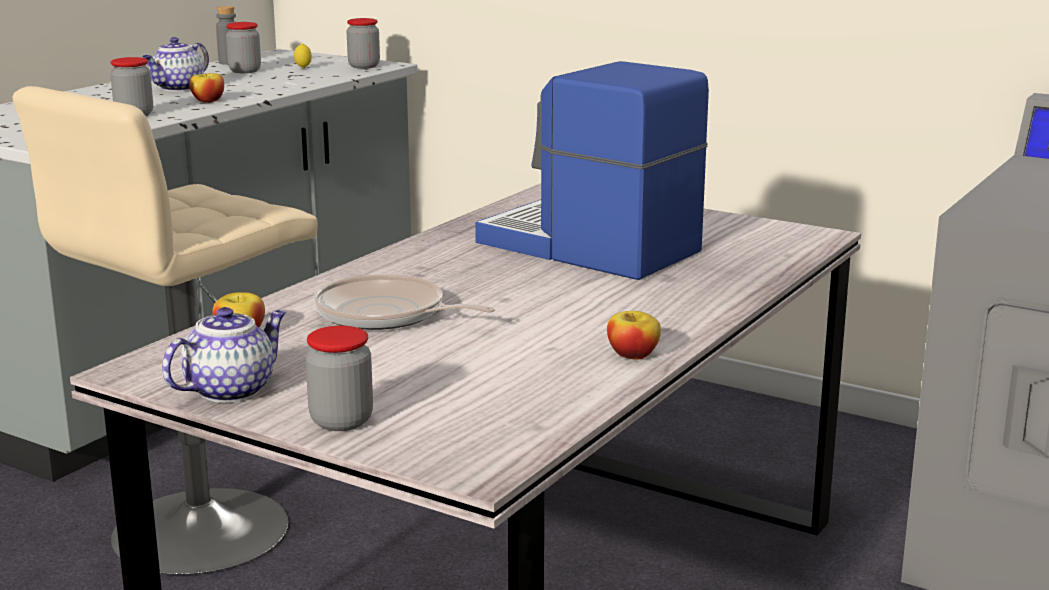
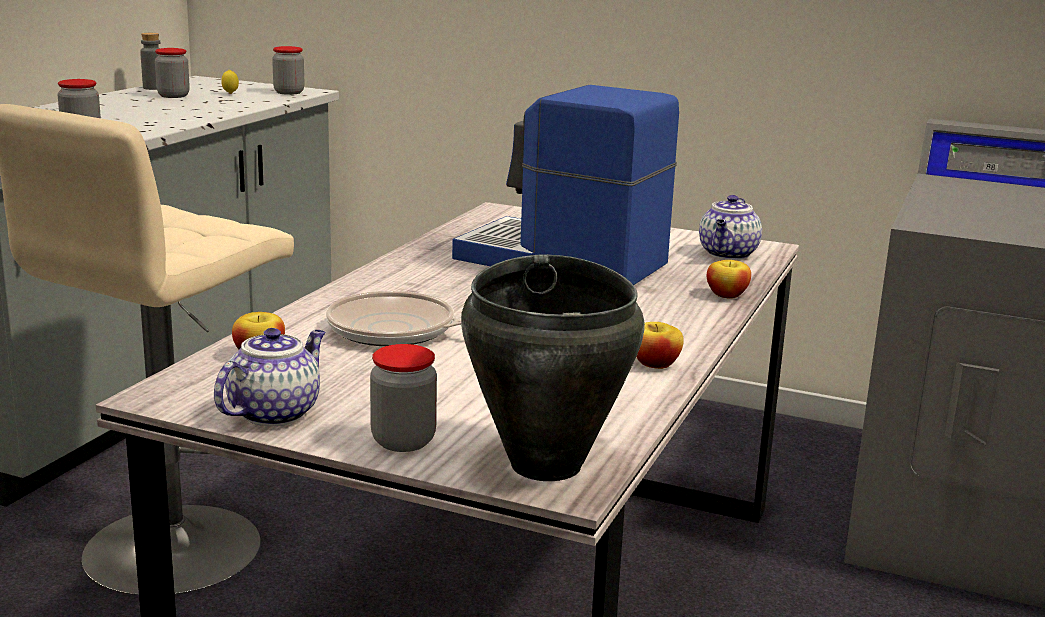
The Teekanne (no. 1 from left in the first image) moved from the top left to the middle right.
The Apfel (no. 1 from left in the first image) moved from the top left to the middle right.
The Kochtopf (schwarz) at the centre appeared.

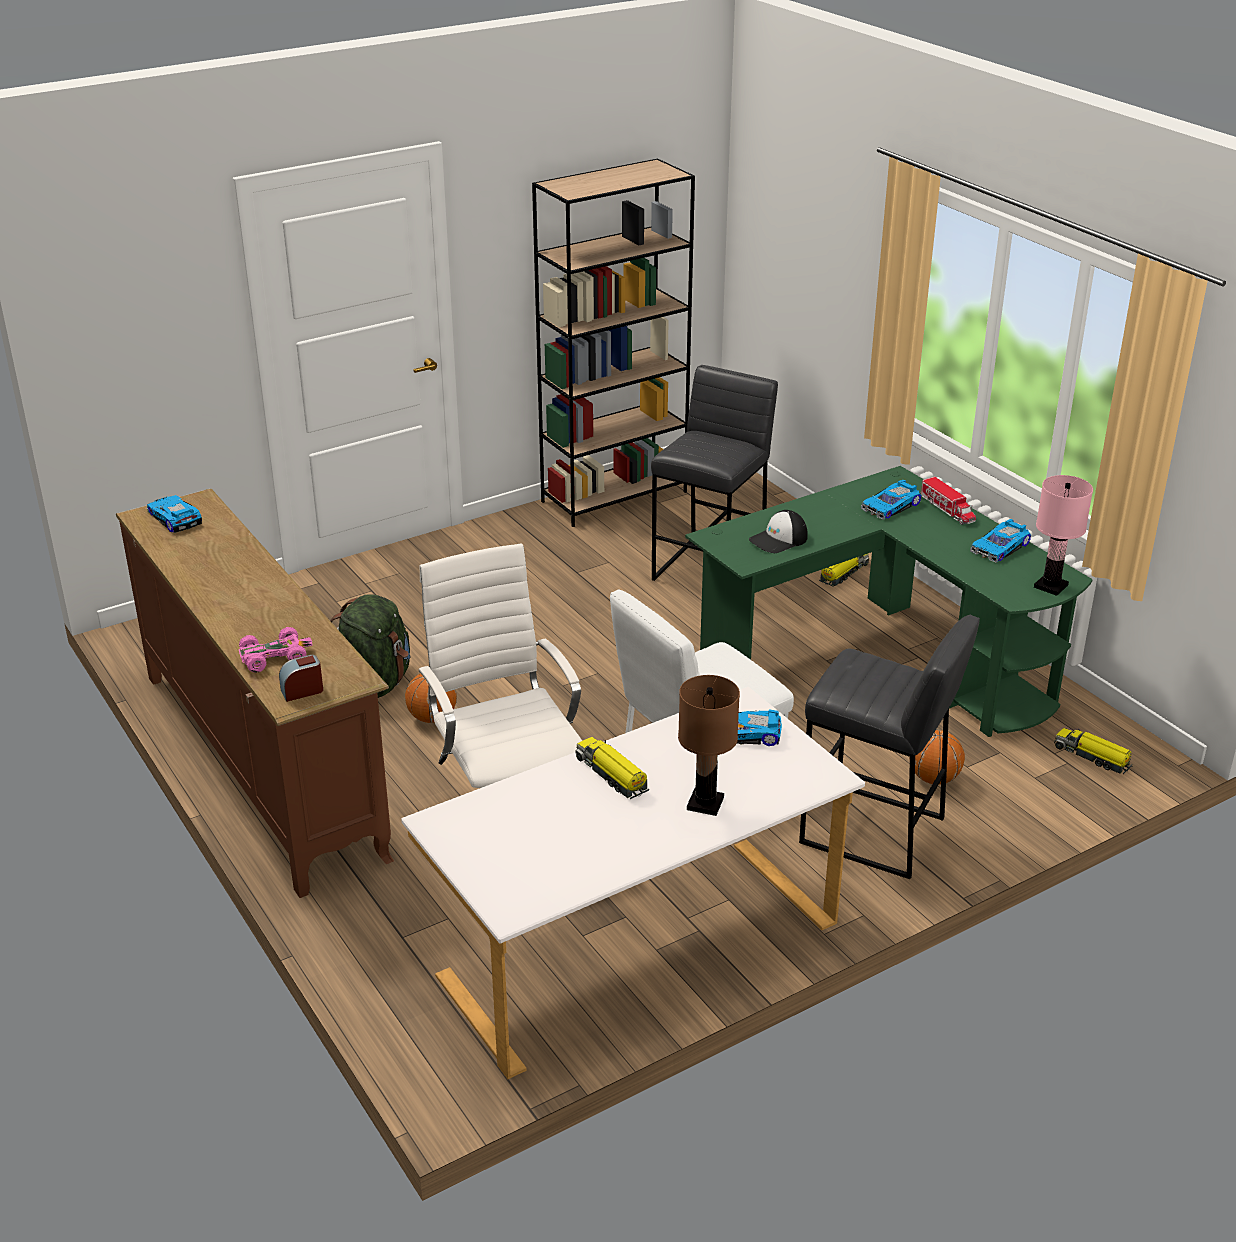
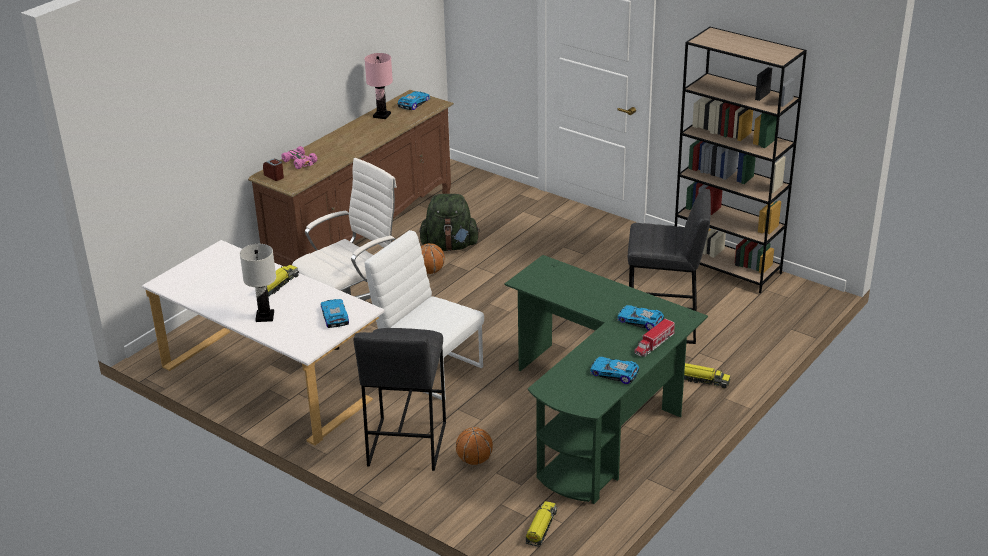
The Tischlampe (rosa) moved from the middle right to the top centre.
The Kappe at the centre disappeared.
The Tischlampe (braun) at the centre became the Tischlampe (weiß) at the middle left.

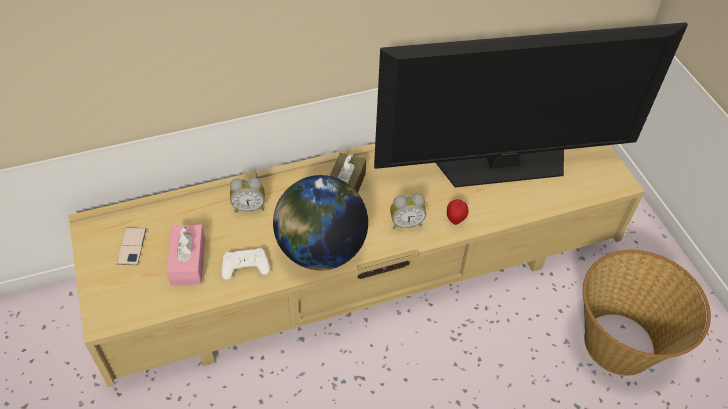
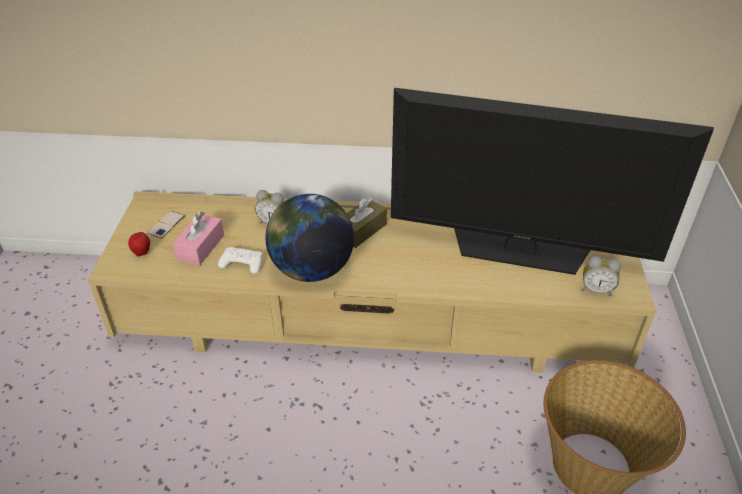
The Wecker (no. 2 from left) moved from the centre to the middle right.
The Apfel moved from the centre to the middle left.

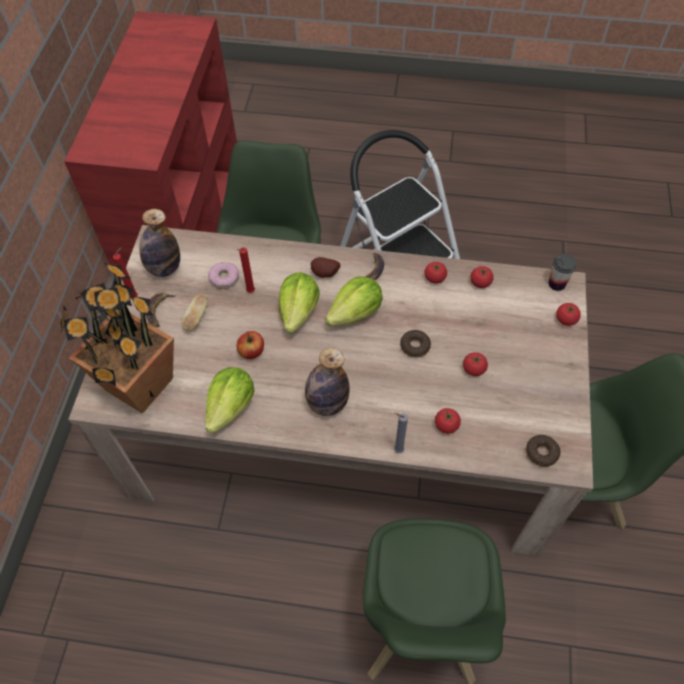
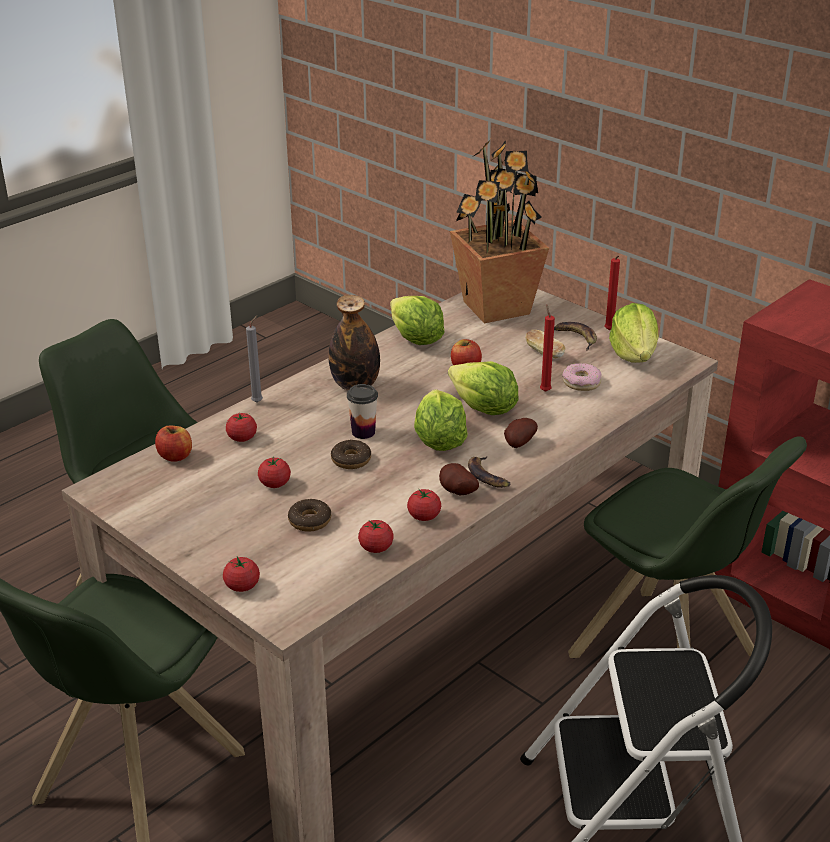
The Flasche (no. 1 from left) at the middle left was replaced by the Salatkopf (no. 4 from left) at the middle right.
The Tasse moved from the middle right to the centre.
The Donut (no. 3 from left in the first image) moved from the middle right to the centre.
The Apfel (no. 1 from left) at the middle left appeared.
The Kartoffel (no. 1 from left) at the centre appeared.

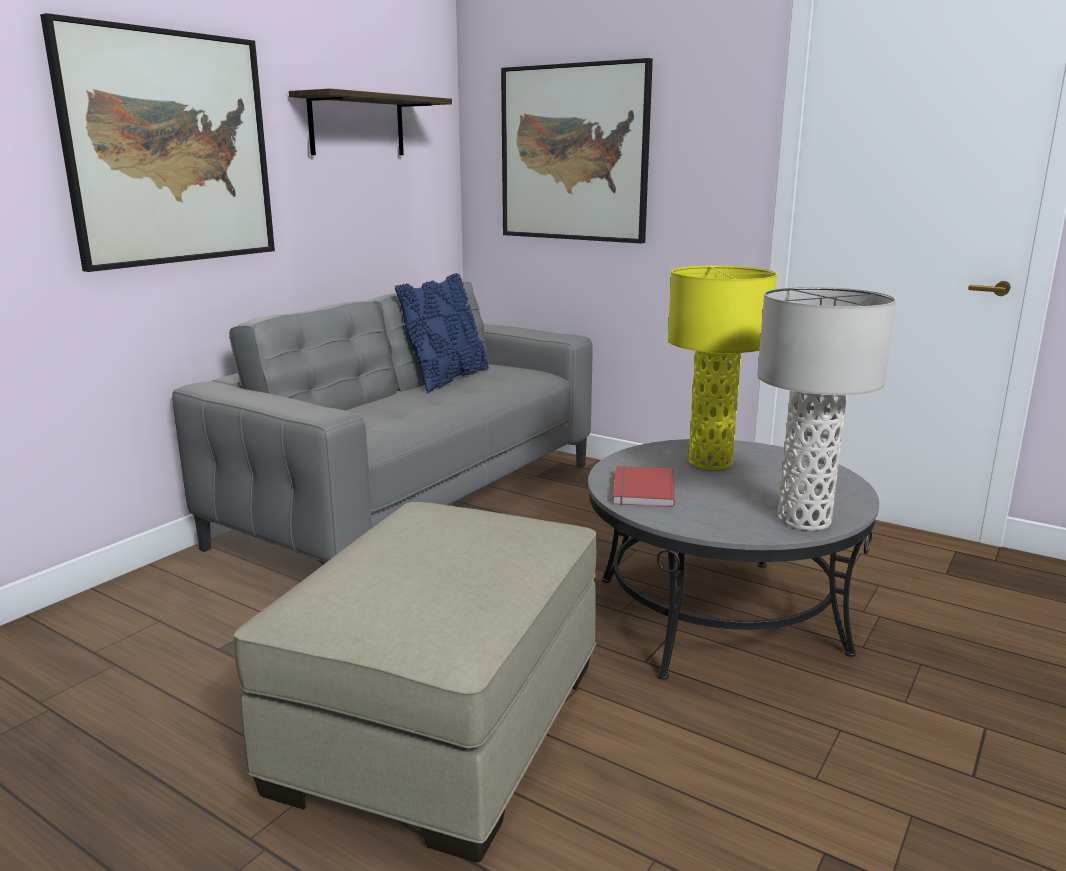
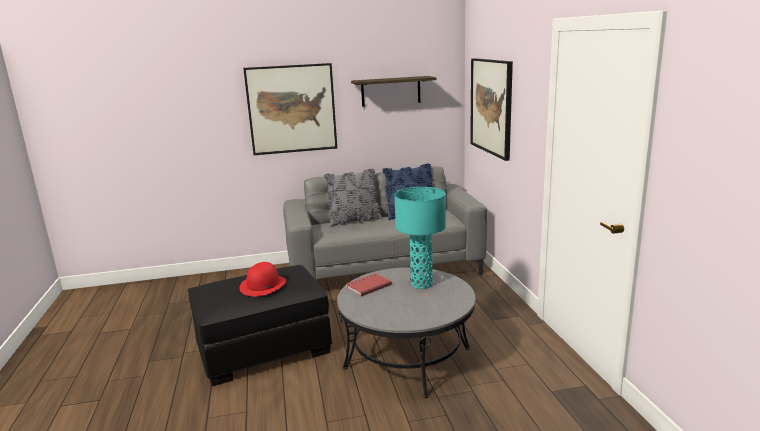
The Tischlampe (gelb) at the middle right became the Tischlampe (türkis) at the centre.
The Tischlampe (weiß) at the middle right disappeared.
The Polsterhocker (beige) at the bottom centre became the Polsterhocker (schwarz) at the bottom centre.
The Kissen (grau) at the centre appeared.
The Hut (rot) at the centre appeared.

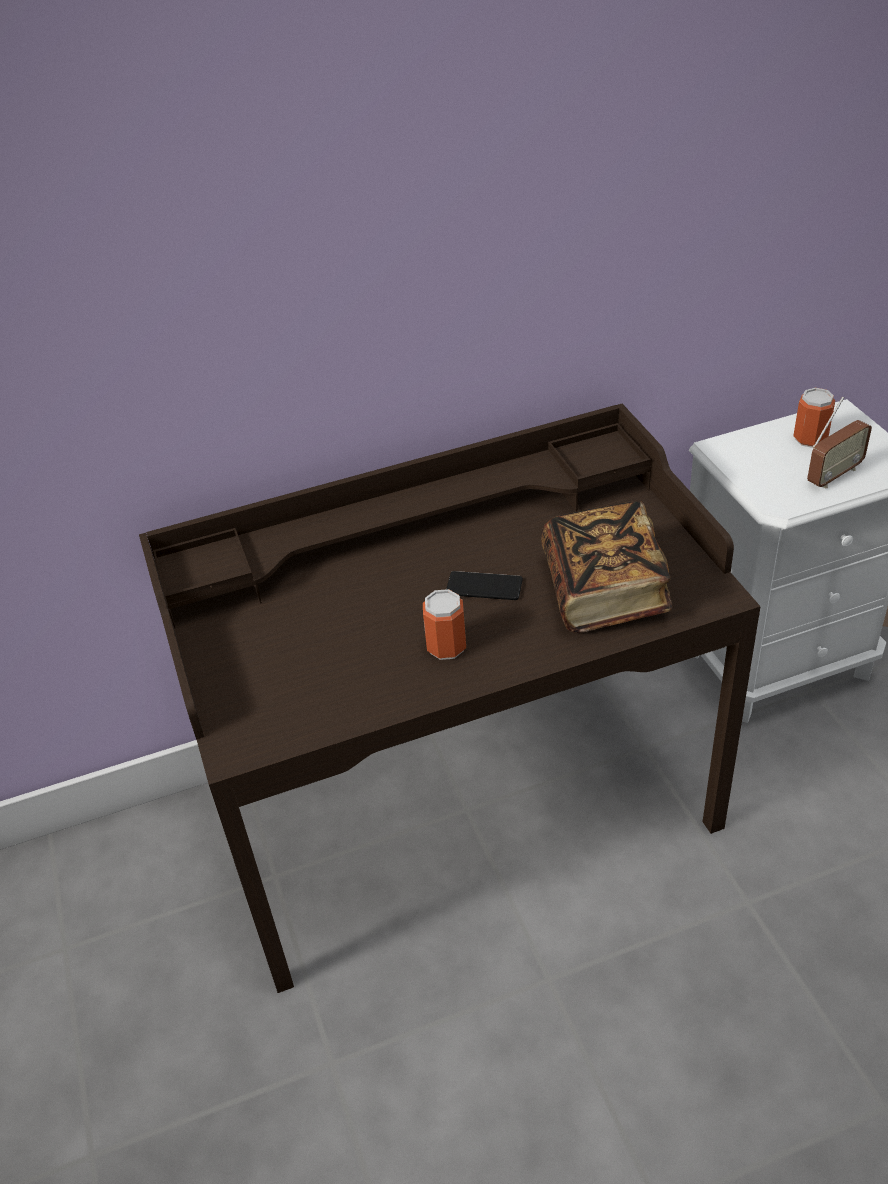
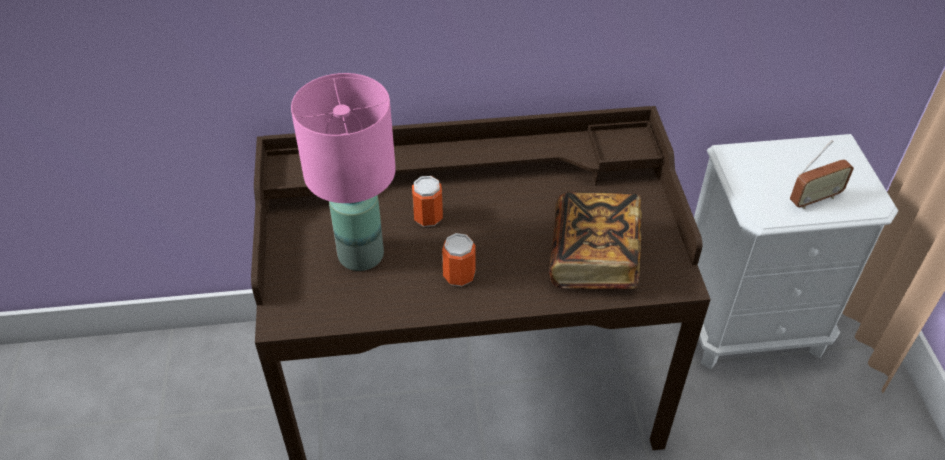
The Dose (no. 2 from left in the first image) moved from the middle right to the centre.
The Handy at the centre disappeared.
The Tischlampe (rosa) at the centre appeared.

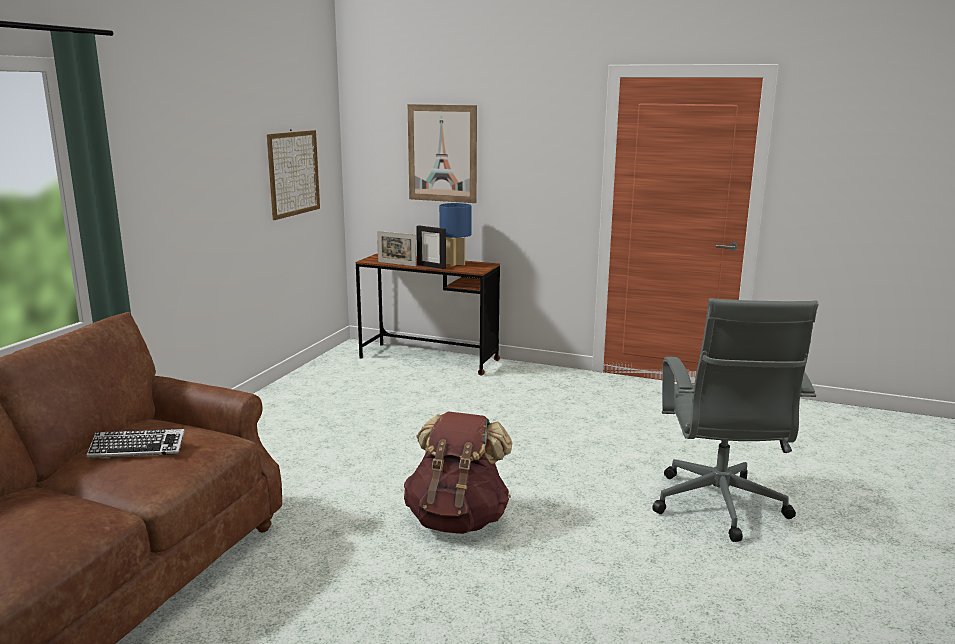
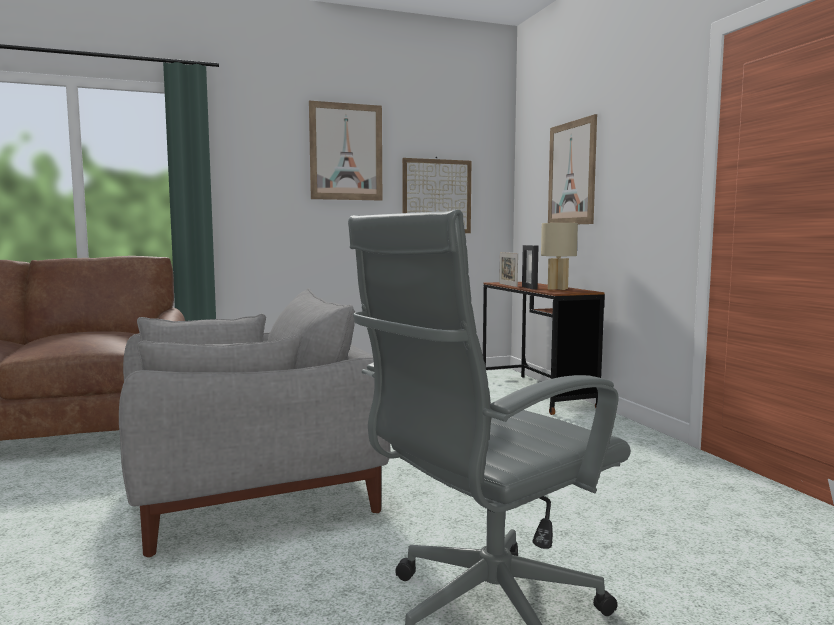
The Tischlampe (blau) at the centre became the Tischlampe (beige) at the middle right.
The Rucksack (braun) at the bottom centre was replaced by the Sessel (grau) at the bottom left.
The Tastatur at the bottom left disappeared.
The Bild (no. 1 from left) at the top centre appeared.

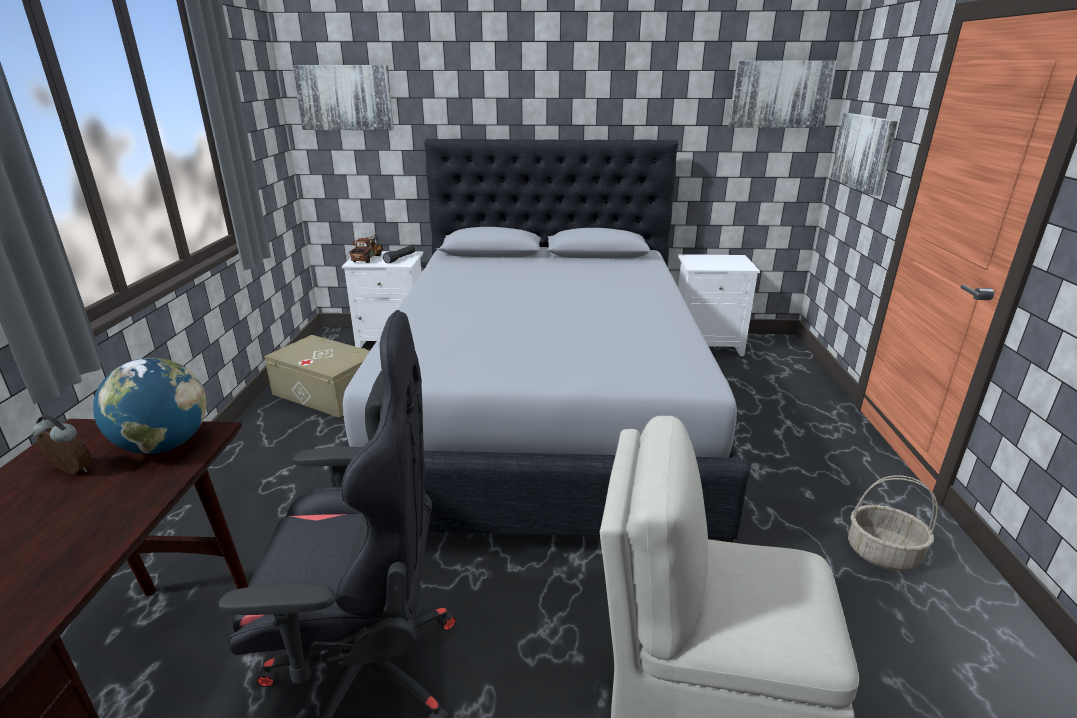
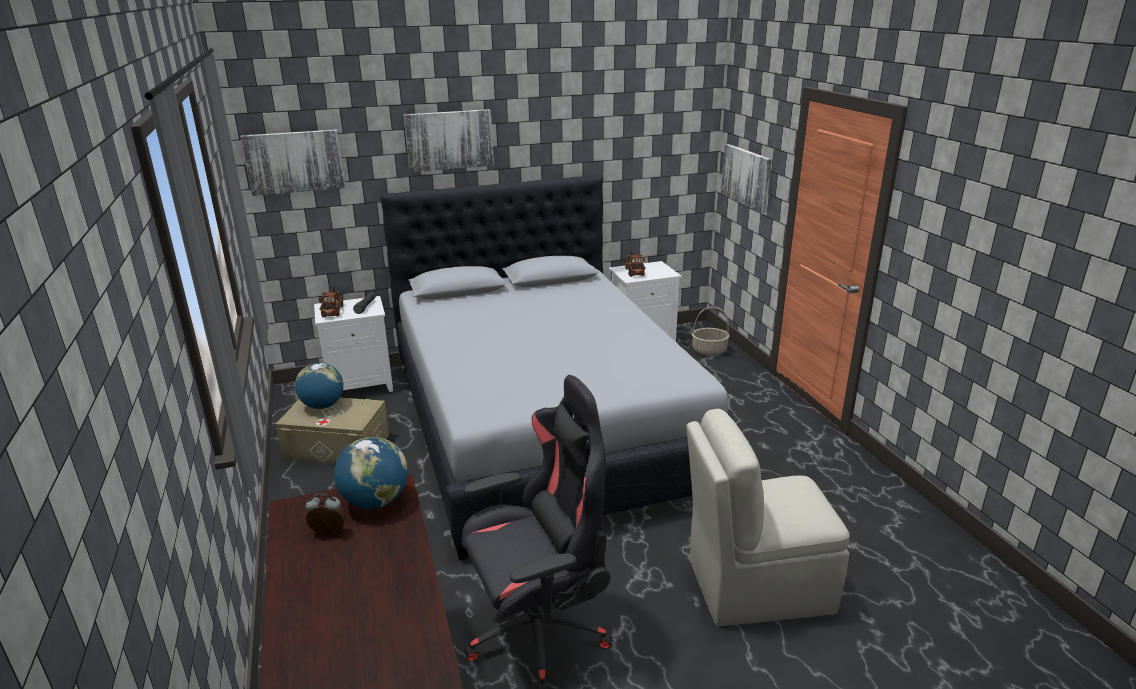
The Bild (no. 2 from left) moved from the top right to the top centre.
The Korb moved from the bottom right to the centre.
The Spielzeuglaster (no. 2 from left) at the centre appeared.
The Globus (no. 1 from left) at the middle left appeared.

